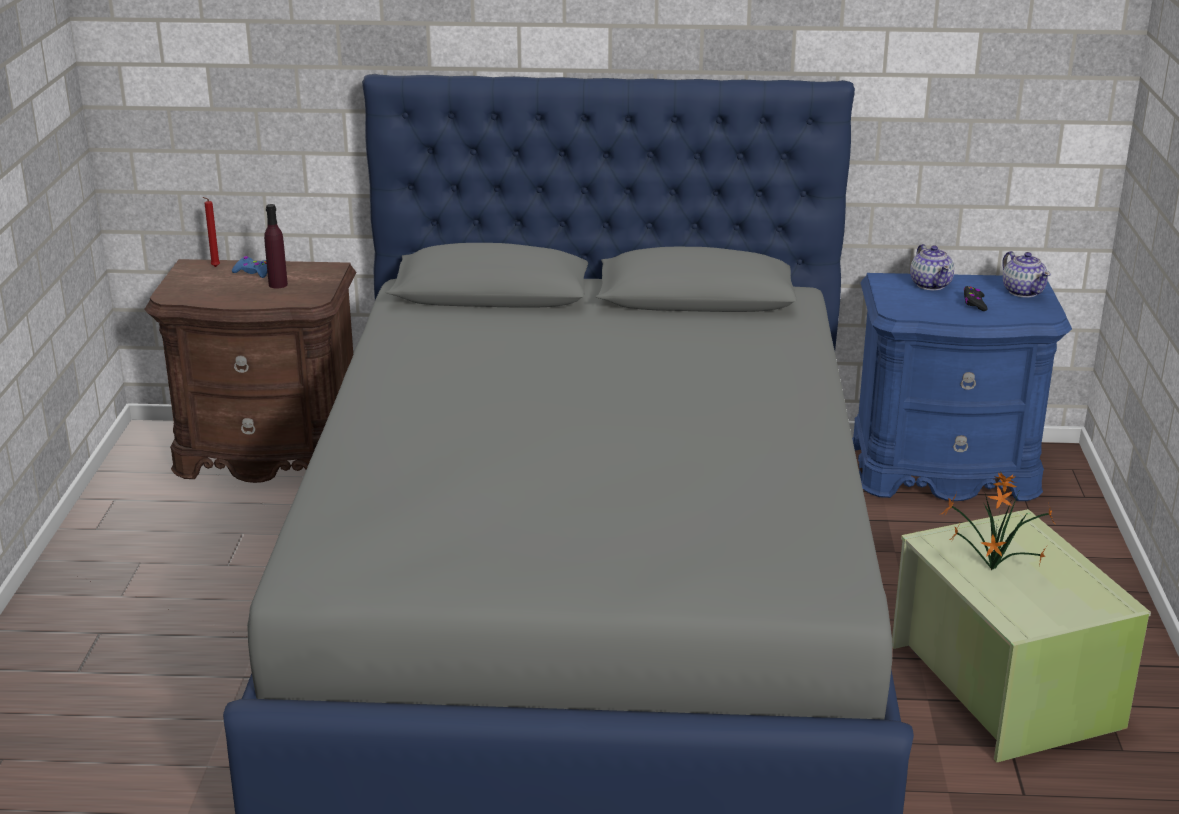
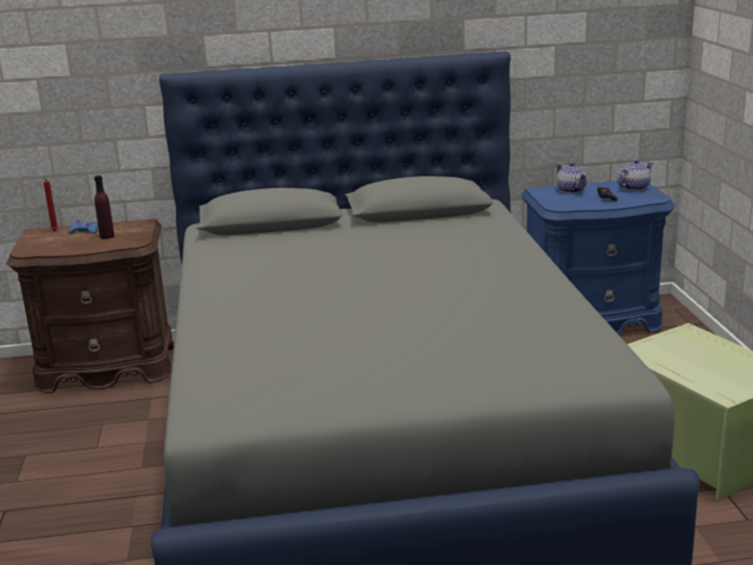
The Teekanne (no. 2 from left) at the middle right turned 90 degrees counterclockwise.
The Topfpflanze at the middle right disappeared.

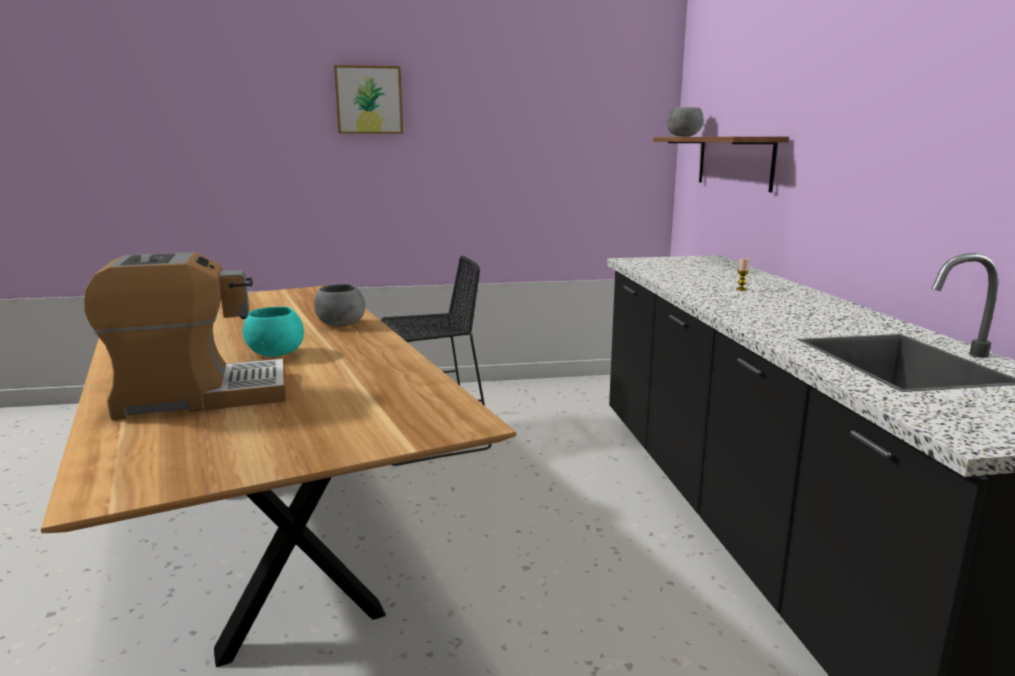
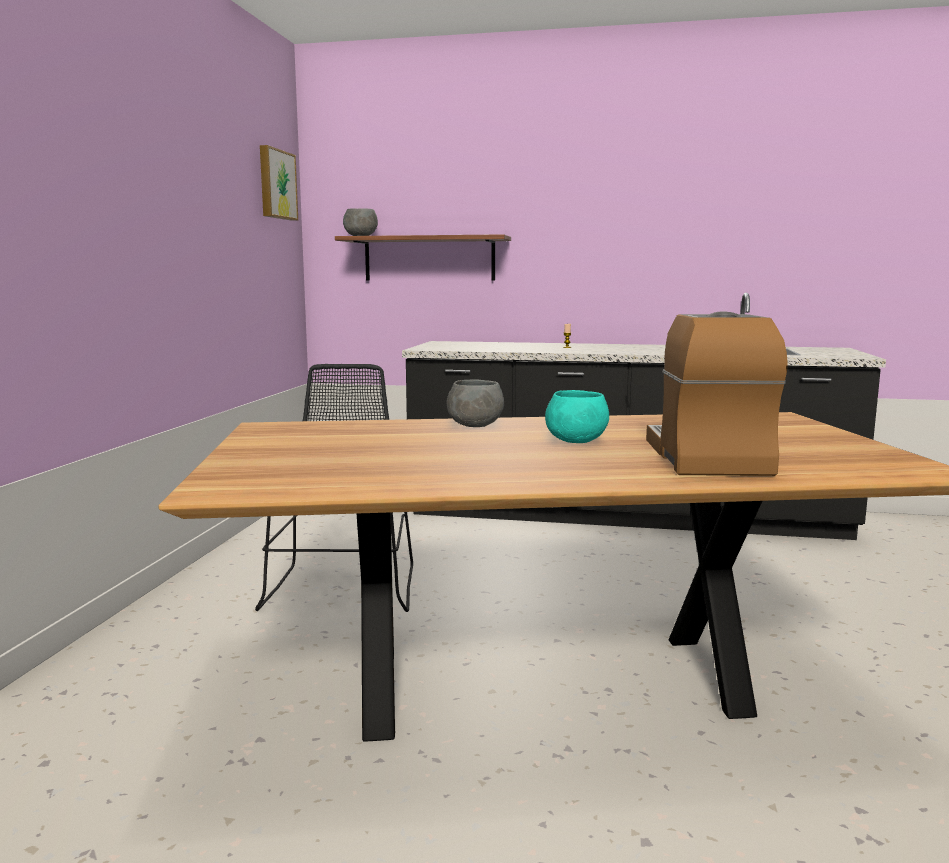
The Bild moved from the top centre to the top left.

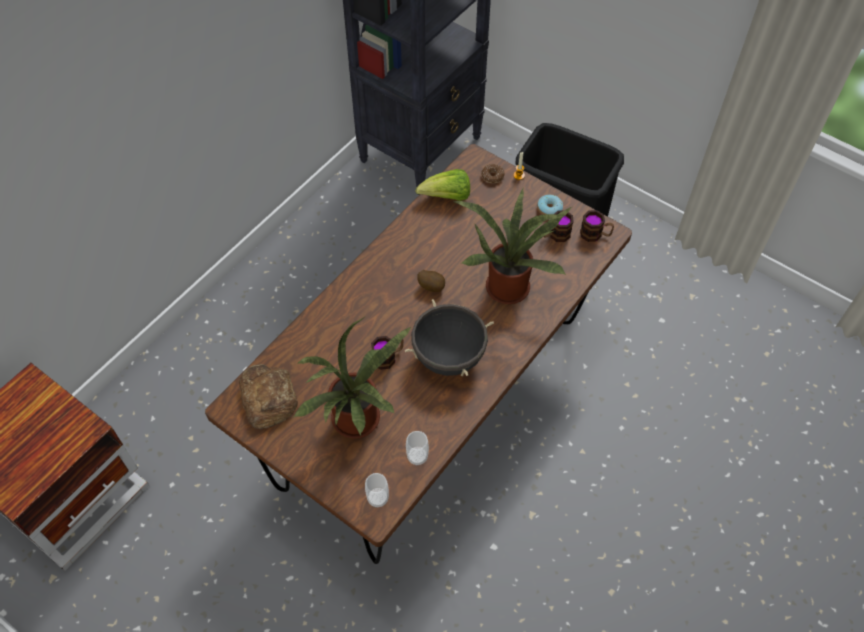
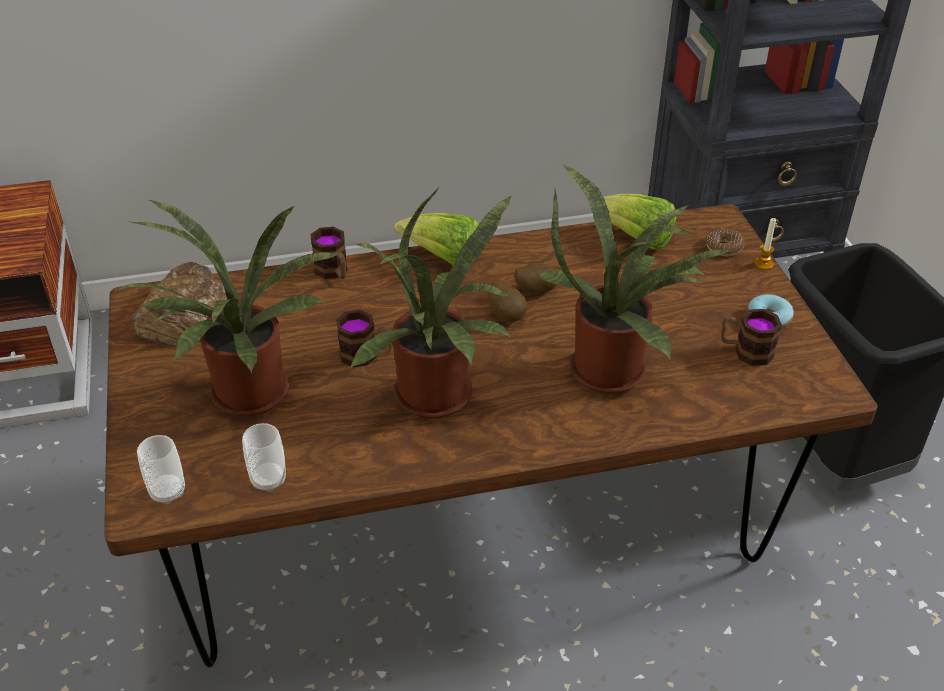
The Henkelbecher (no. 3 from left in the first image) moved from the middle right to the centre.
The Kochtopf (schwarz) at the centre was replaced by the Topfpflanze (no. 2 from left) at the centre.
The Salatkopf (no. 1 from left) at the centre appeared.
The Kartoffel (no. 2 from left) at the centre appeared.

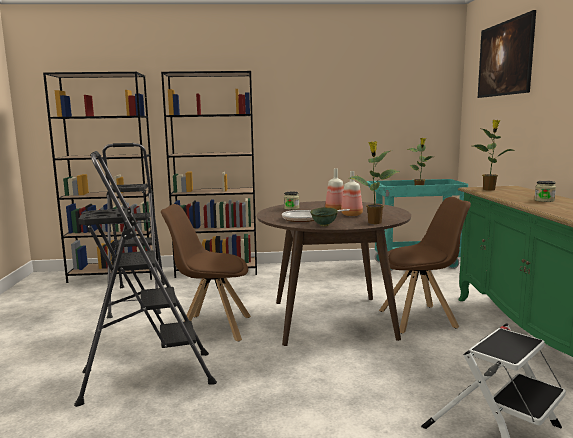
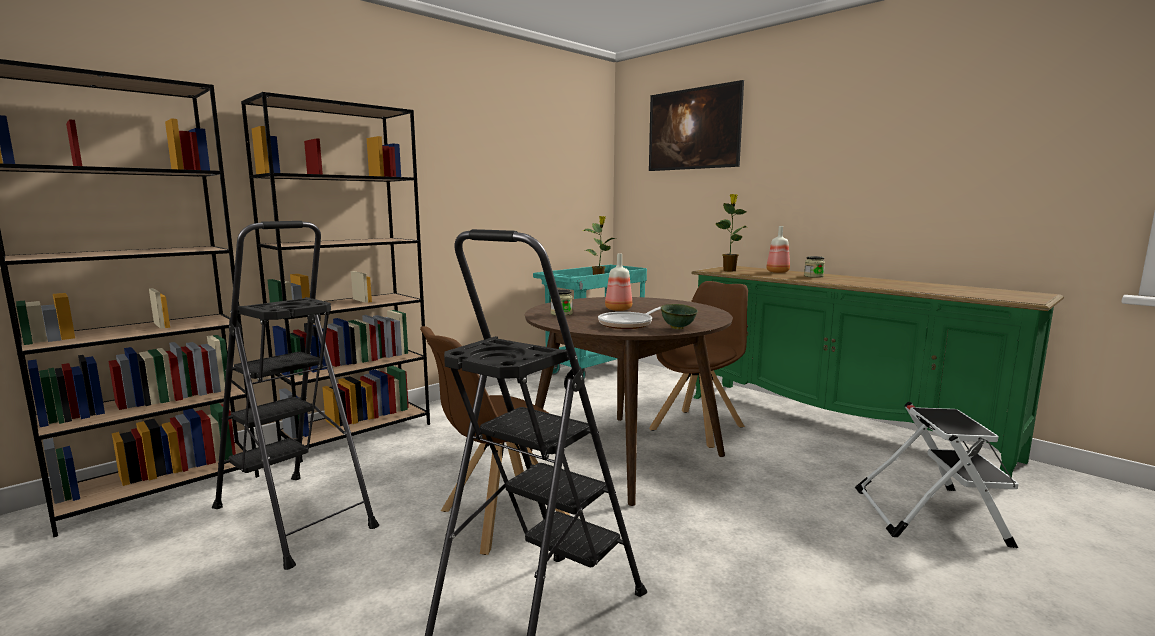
The Topfpflanze (no. 1 from left) at the centre disappeared.
The Flasche (no. 2 from left) moved from the centre to the middle right.

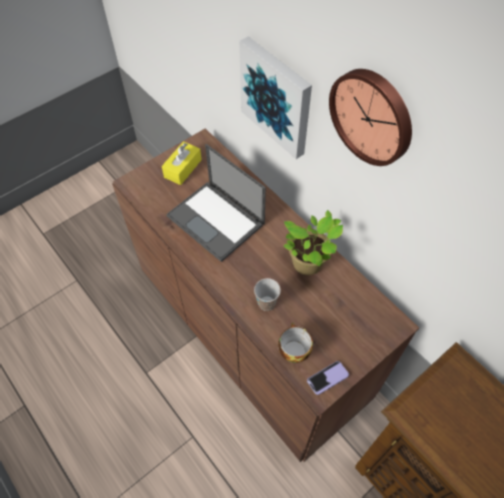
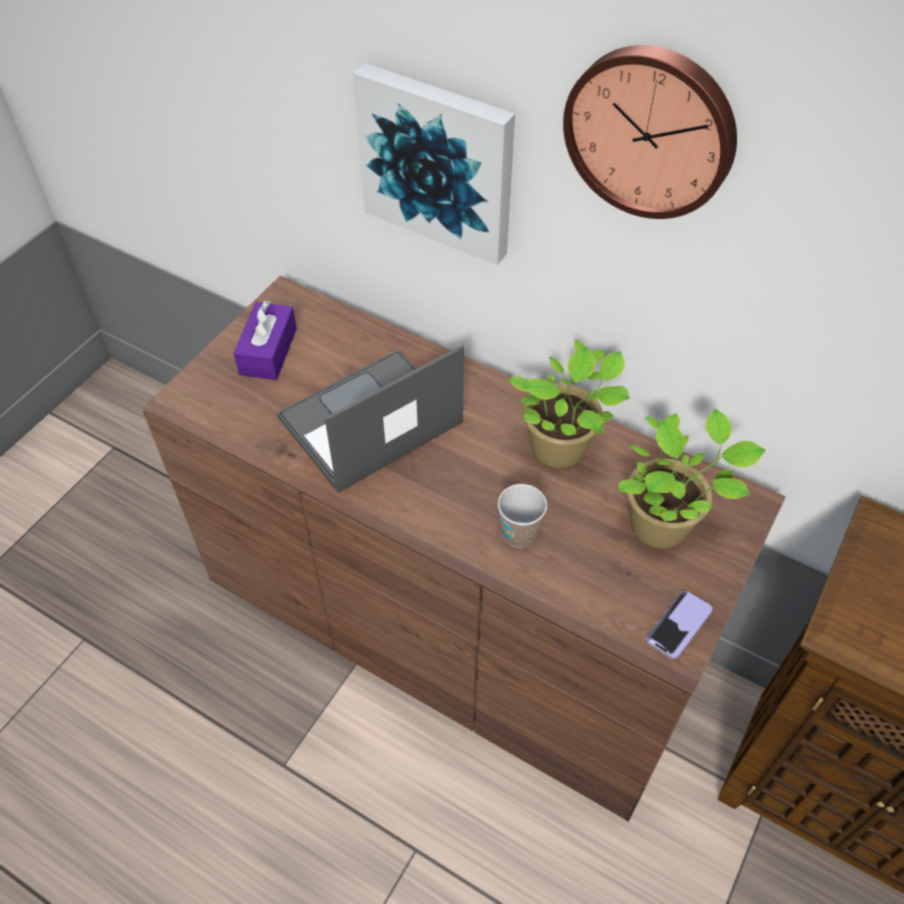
The Taschentuchbox (gelb) at the top centre became the Taschentuchbox (lila) at the middle left.
The Laptop at the centre turned 120 degrees clockwise.
The Tasse (no. 2 from left) at the bottom centre disappeared.
The Topfpflanze (no. 2 from left) at the middle right appeared.

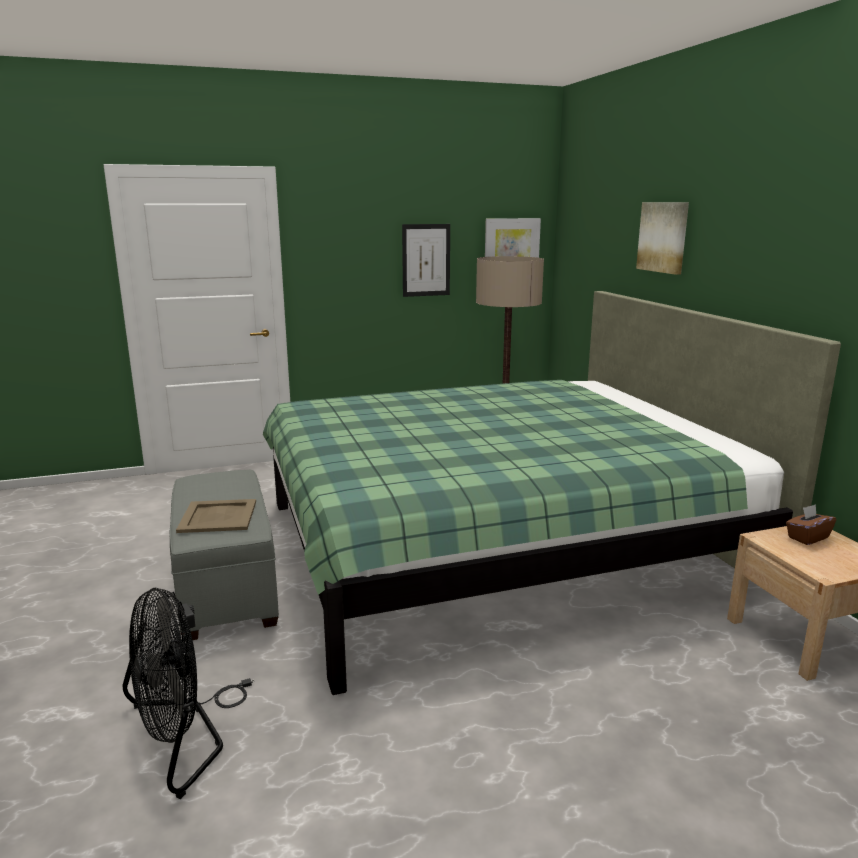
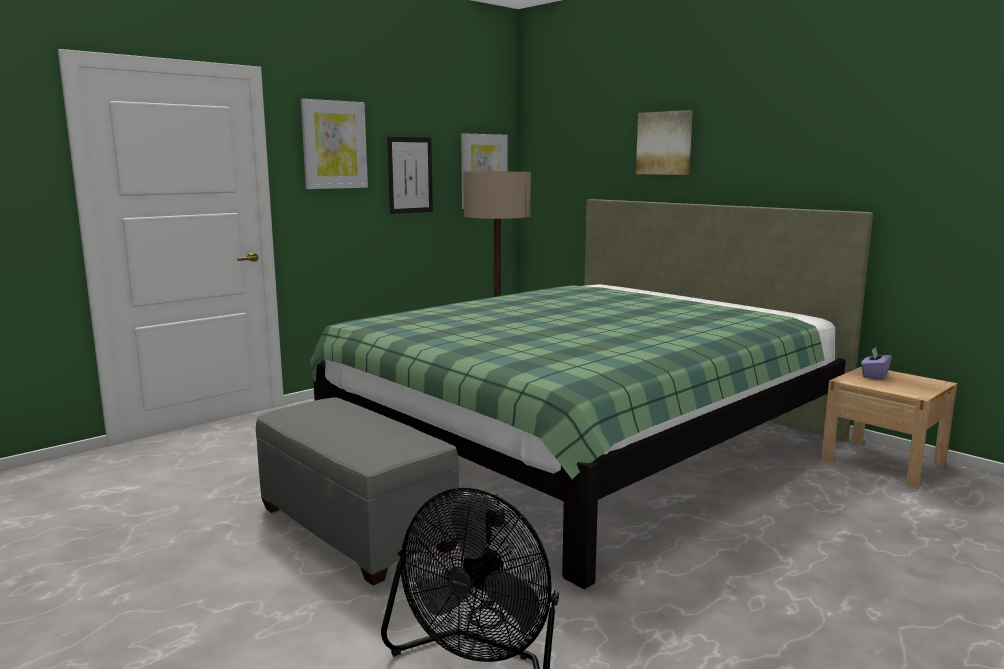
The Tablett (beige) at the middle left disappeared.
The Taschentuchbox (braun) at the middle right became the Taschentuchbox (lila) at the middle right.
The Bild (no. 1 from left) at the top left appeared.

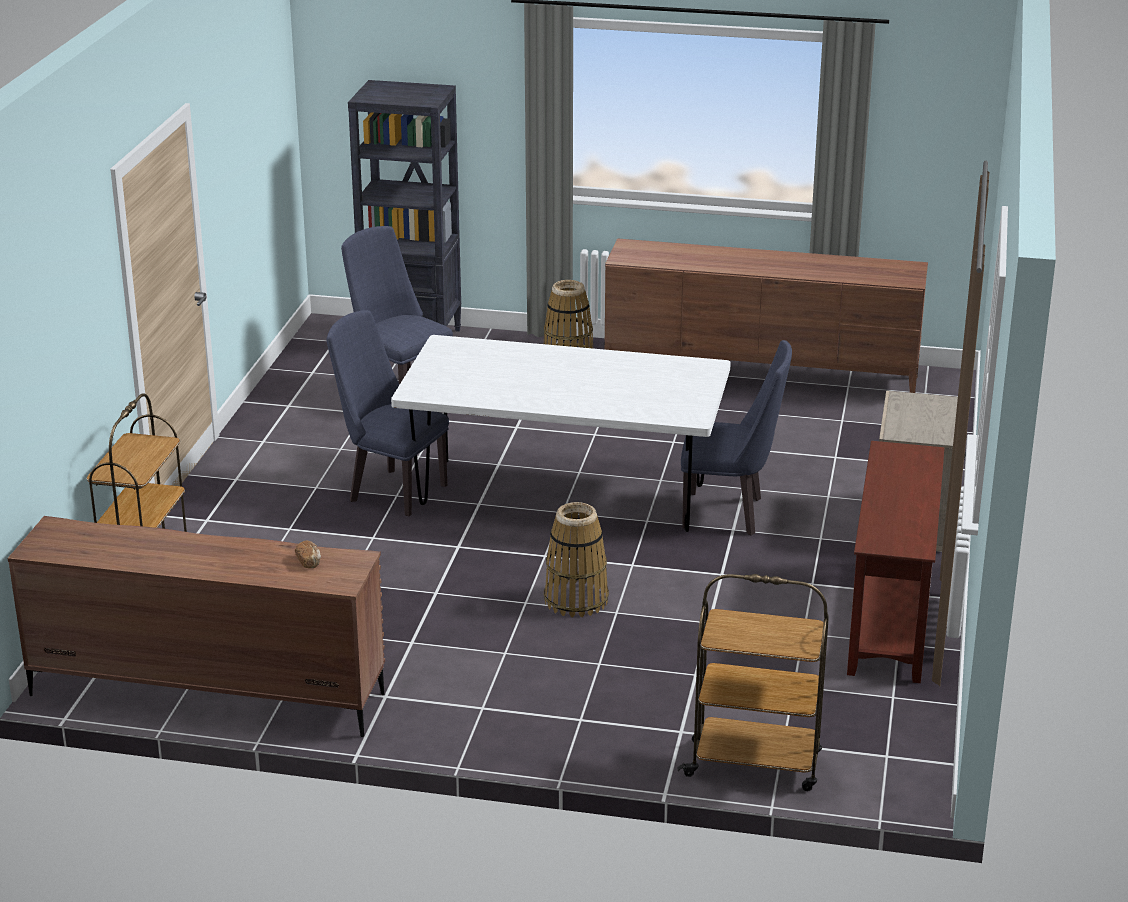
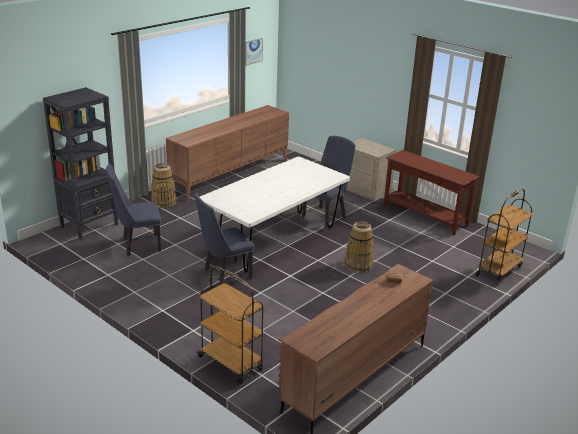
The Bild at the top centre appeared.

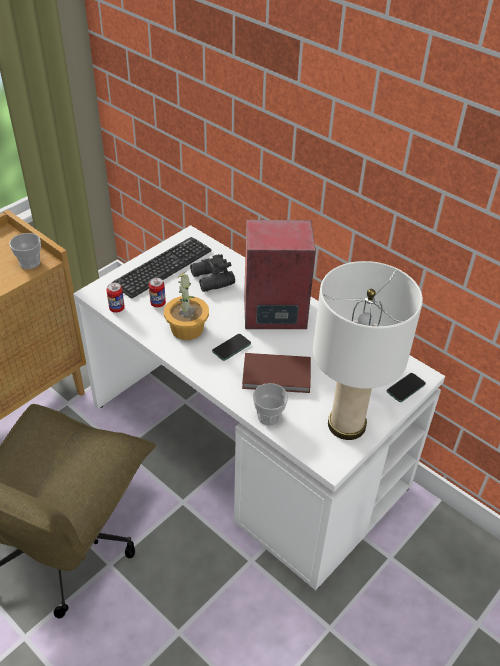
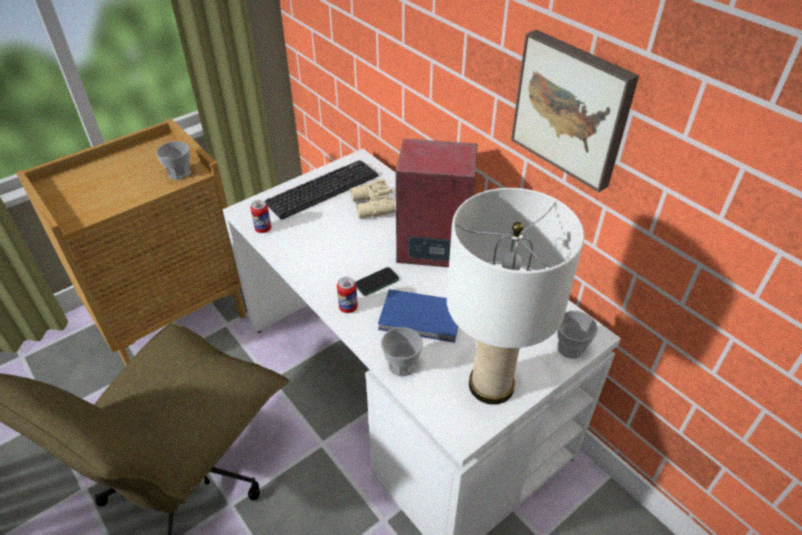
The Fernglas (schwarz) at the centre became the Fernglas (beige) at the centre.
The Topfpflanze at the centre disappeared.
The Dose (no. 2 from left) moved from the middle left to the centre.
The Buch (braun) at the centre became the Buch (blau) at the centre.
The Handy (no. 2 from left) at the middle right was replaced by the Tasse (no. 3 from left) at the middle right.
The Bild at the top right appeared.

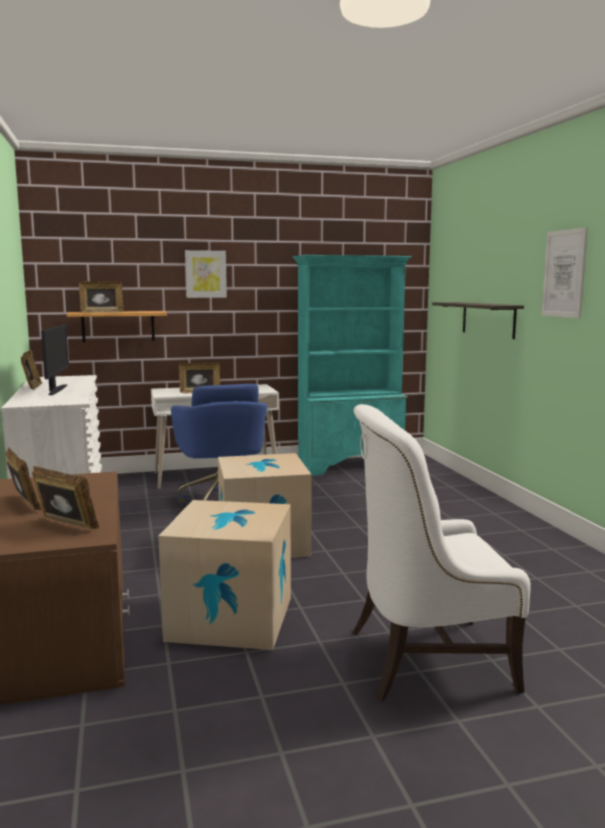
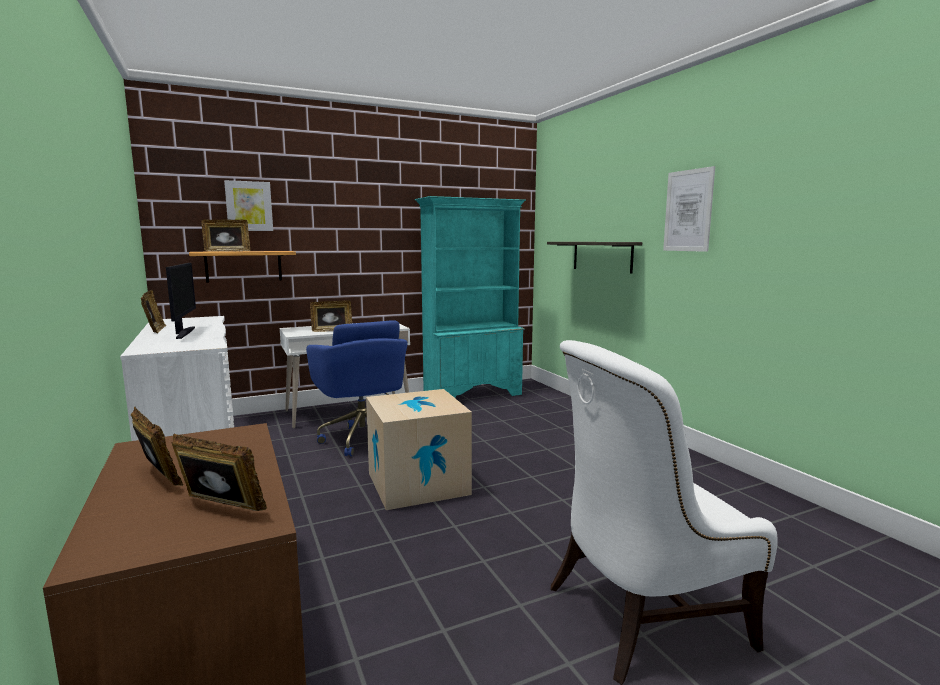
The Bild (no. 1 from left) moved from the top centre to the top left.
The Karton (no. 1 from left) at the bottom centre disappeared.

